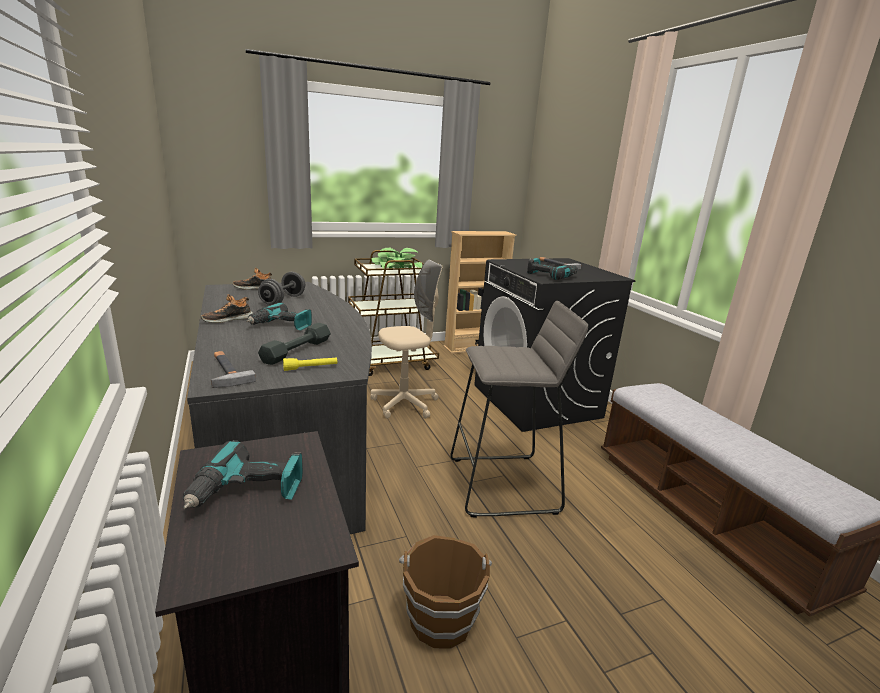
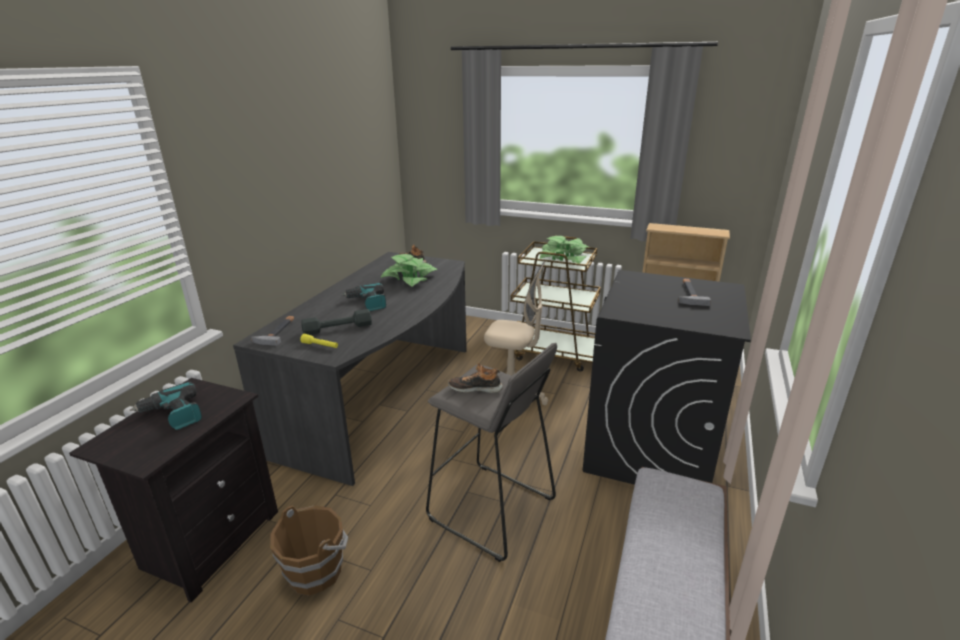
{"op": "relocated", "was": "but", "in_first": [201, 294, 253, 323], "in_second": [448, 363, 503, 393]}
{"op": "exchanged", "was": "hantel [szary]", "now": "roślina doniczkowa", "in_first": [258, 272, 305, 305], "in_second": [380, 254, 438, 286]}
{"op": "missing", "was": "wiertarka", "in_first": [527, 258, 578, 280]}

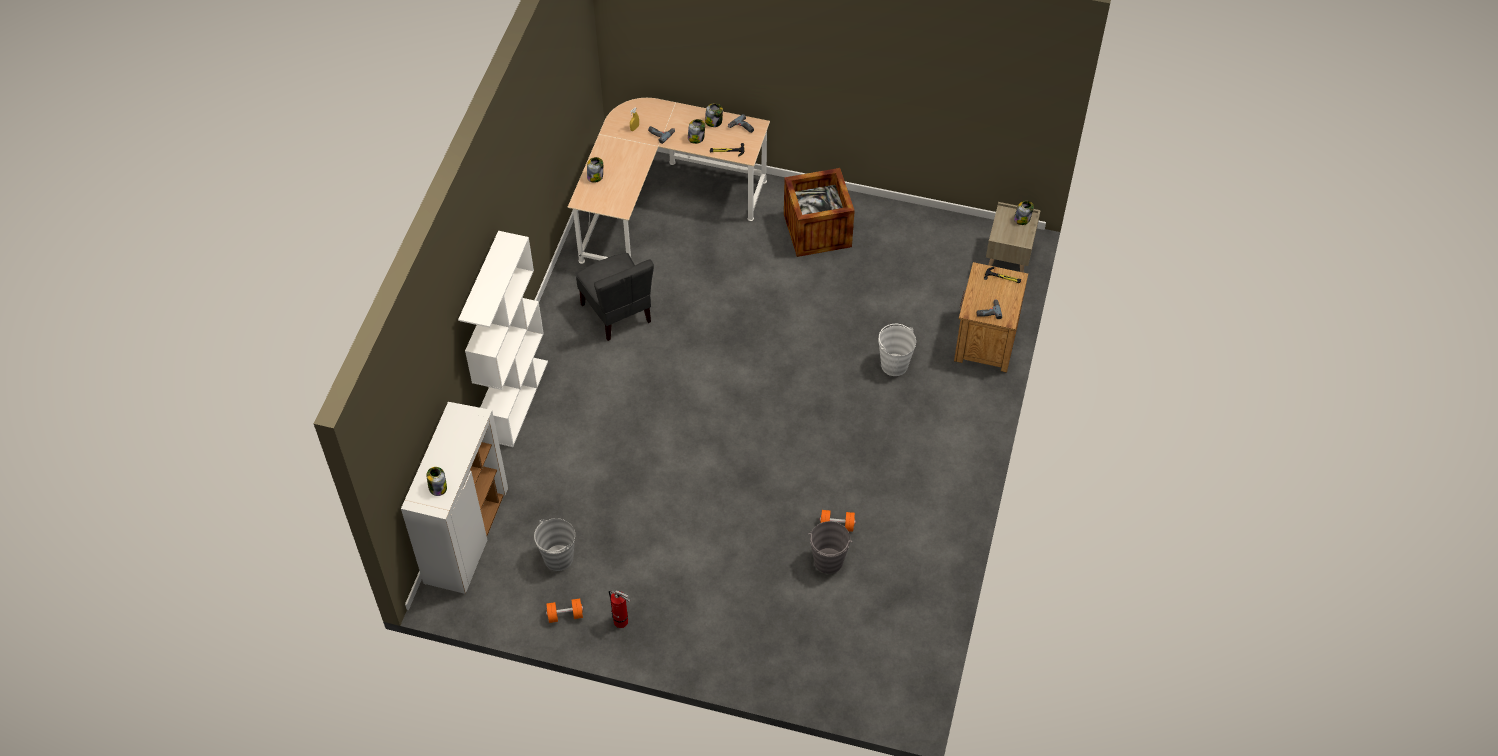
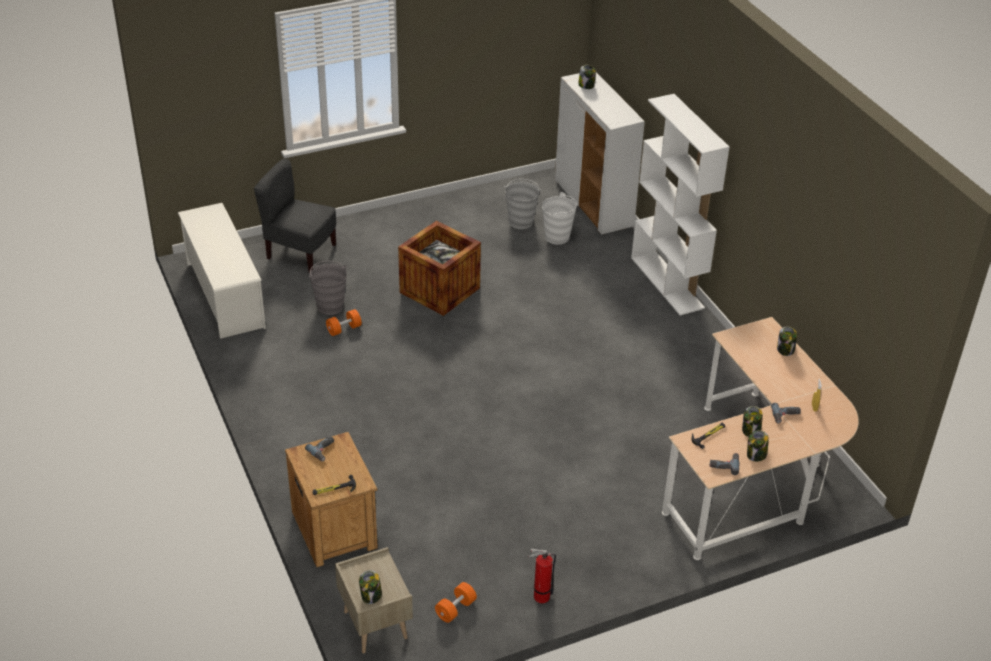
{"op": "relocated", "was": "hantel [pomarańczowy]", "in_first": [546, 598, 583, 623], "in_second": [435, 582, 477, 623]}
{"op": "relocated", "was": "krzesło [szary]", "in_first": [576, 253, 654, 341], "in_second": [254, 159, 336, 273]}
{"op": "relocated", "was": "gaśnica", "in_first": [609, 590, 630, 628], "in_second": [528, 549, 556, 603]}
{"op": "relocated", "was": "skrzynka", "in_first": [784, 168, 855, 257], "in_second": [398, 221, 481, 316]}
{"op": "relocated", "was": "wiadro [biały]", "in_first": [878, 324, 916, 376], "in_second": [542, 192, 577, 245]}
{"op": "appeared", "now": "regał na buty [biały]", "in_second": [178, 203, 266, 339]}

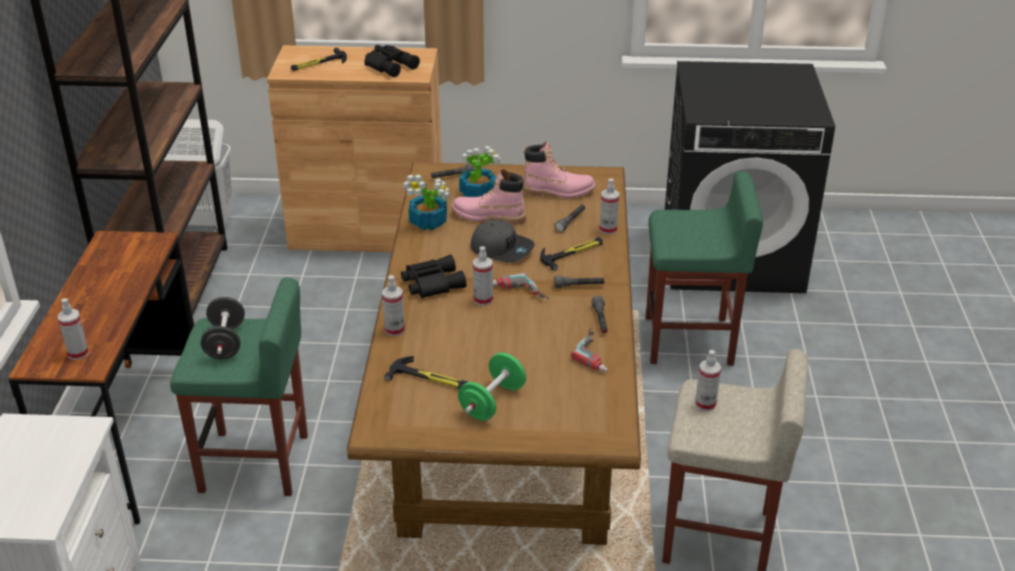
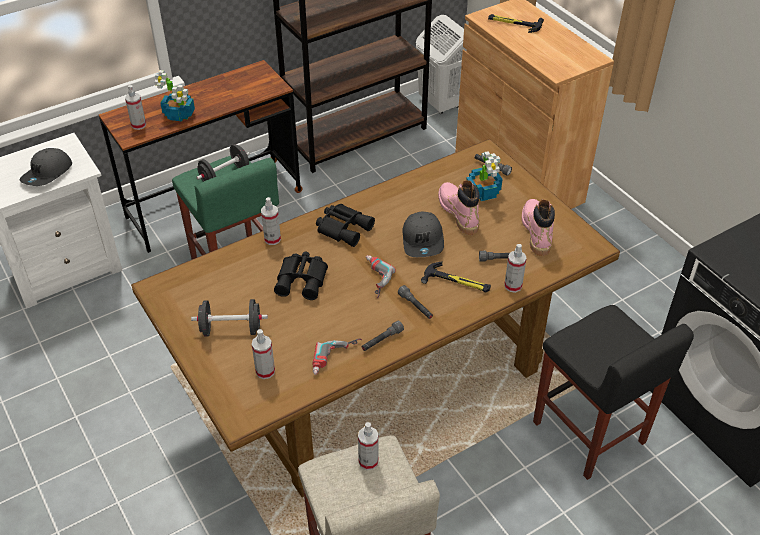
{"op": "relocated", "was": "lornetka [czarny]", "in_first": [364, 45, 420, 77], "in_second": [274, 251, 328, 300]}
{"op": "missing", "was": "młotek", "in_first": [384, 356, 468, 389]}
{"op": "relocated", "was": "roślina doniczkowa", "in_first": [403, 175, 450, 230], "in_second": [154, 70, 195, 121]}
{"op": "colour", "was": "hantel [zielony]", "now": "hantel [czarny]", "in_first": [458, 353, 526, 421], "in_second": [191, 299, 268, 336]}
{"op": "relocated", "was": "spryskiwacz", "in_first": [473, 246, 493, 306], "in_second": [252, 329, 275, 379]}
{"op": "spun", "was": "but z cholewką [różowy]", "in_first": [523, 141, 596, 199], "in_second": [522, 199, 555, 256], "clockwise": -150}
{"op": "colour", "was": "stołek [zielony]", "now": "stołek [czarny]", "in_first": [646, 171, 763, 366], "in_second": [533, 305, 694, 480]}
{"op": "appeared", "now": "czapka z daszkiem [szary]", "in_second": [20, 148, 72, 186]}

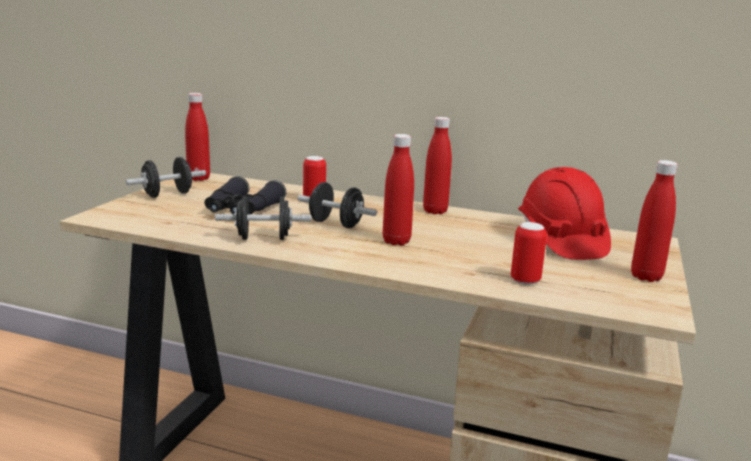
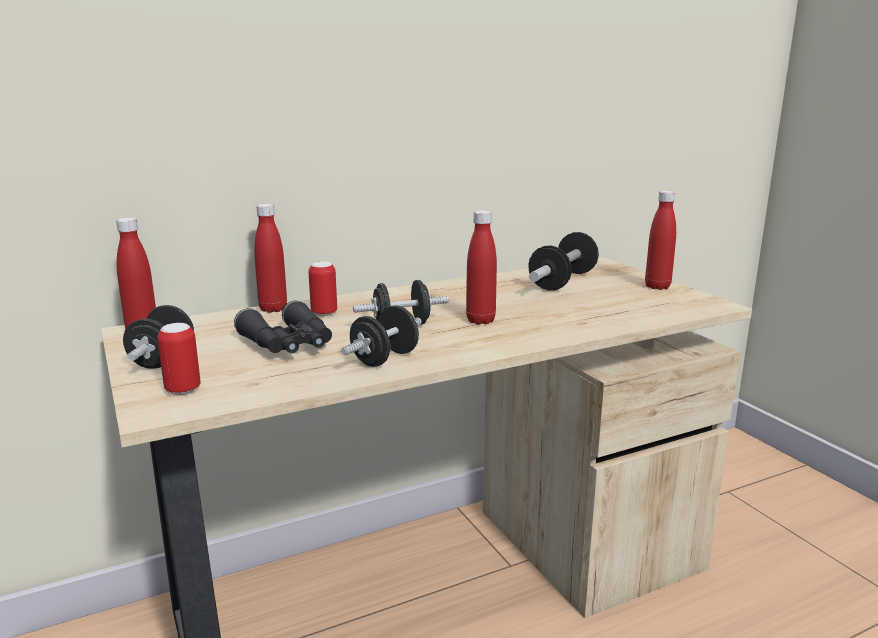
{"op": "relocated", "was": "butelka [czerwony]", "in_first": [423, 117, 452, 214], "in_second": [254, 204, 287, 313]}
{"op": "relocated", "was": "puszka", "in_first": [511, 222, 547, 285], "in_second": [157, 323, 201, 395]}
{"op": "exchanged", "was": "kask [czerwony]", "now": "hantel", "in_first": [518, 167, 611, 260], "in_second": [528, 232, 599, 291]}

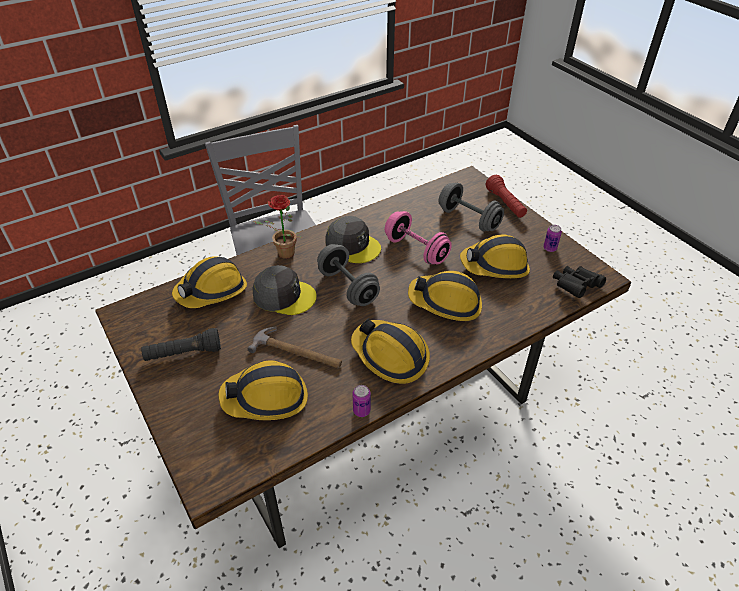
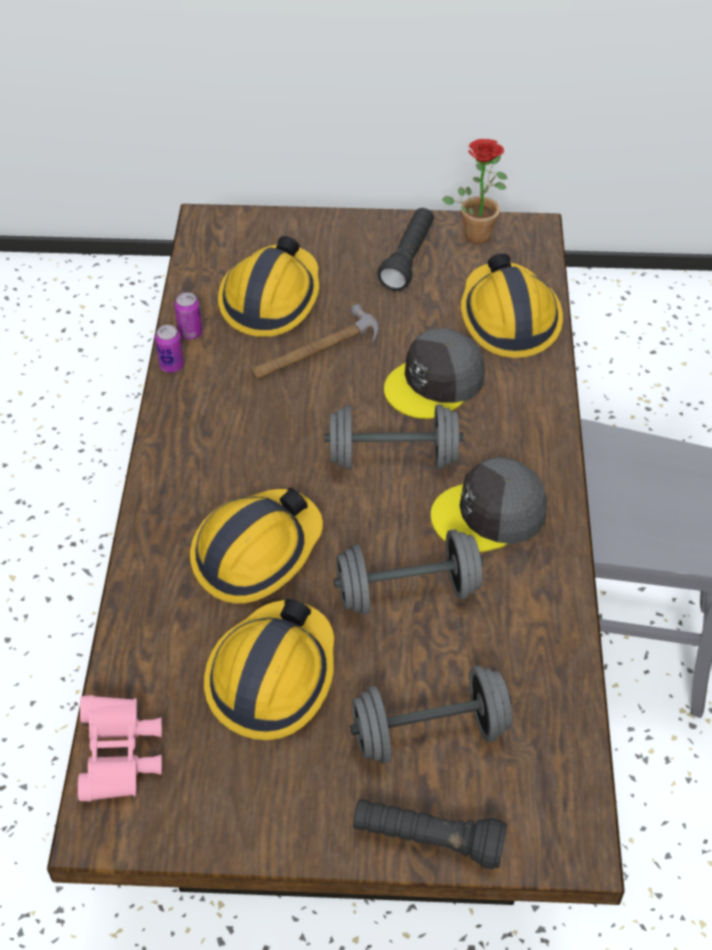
{"op": "relocated", "was": "roślina doniczkowa", "in_first": [253, 195, 303, 259], "in_second": [442, 139, 508, 244]}
{"op": "missing", "was": "kask", "in_first": [351, 318, 430, 384]}
{"op": "colour", "was": "hantel [różowy]", "now": "hantel [szary]", "in_first": [385, 211, 452, 264], "in_second": [334, 529, 483, 615]}
{"op": "colour", "was": "latarka [czerwony]", "now": "latarka [czarny]", "in_first": [486, 175, 527, 218], "in_second": [353, 799, 507, 869]}
{"op": "relocated", "was": "puszka", "in_first": [543, 225, 562, 252], "in_second": [174, 292, 202, 340]}
{"op": "colour", "was": "lornetka [czarny]", "now": "lornetka [różowy]", "in_first": [553, 266, 606, 298], "in_second": [78, 695, 162, 801]}

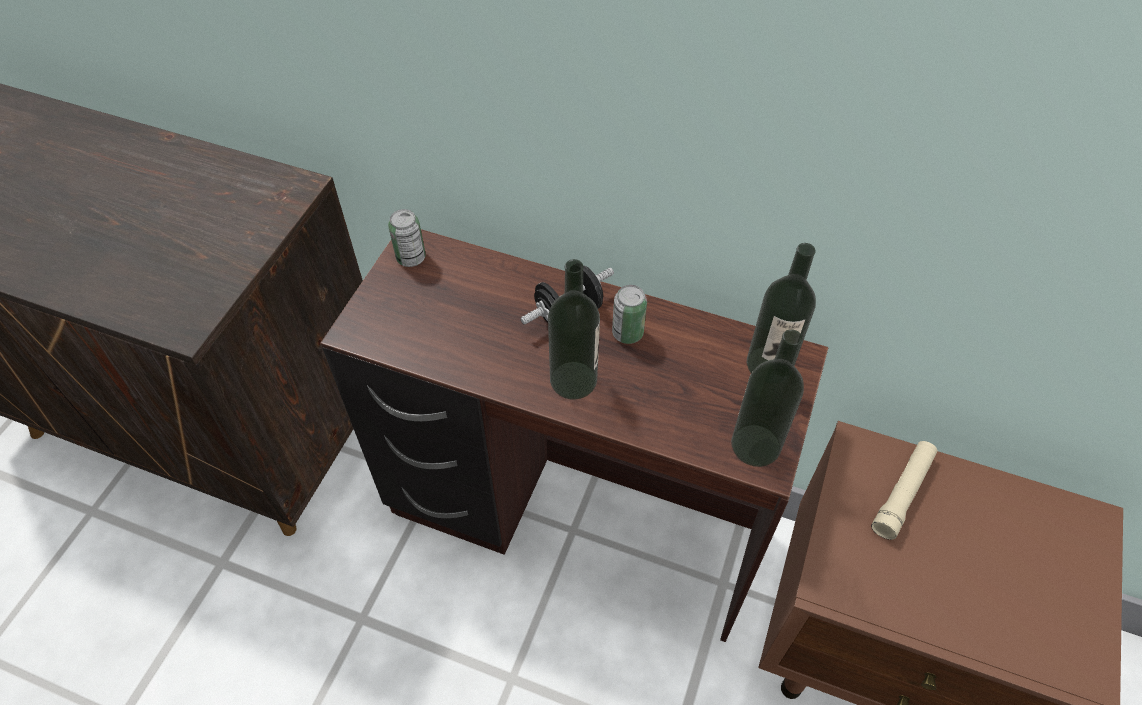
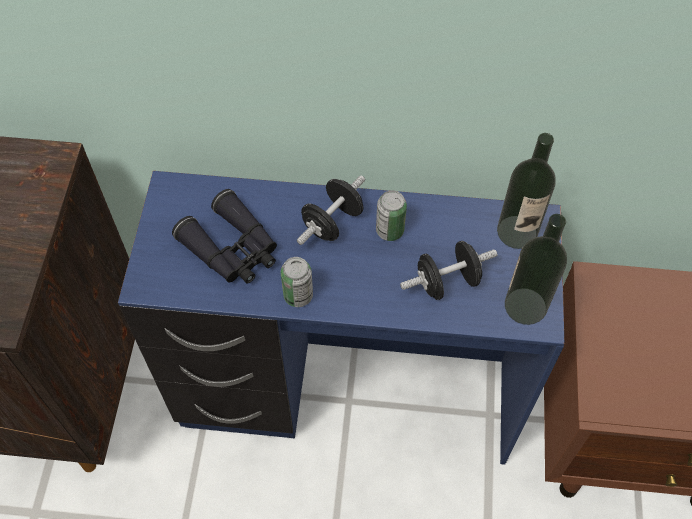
{"op": "colour", "was": "biurko [brązowy]", "now": "biurko [niebieski]", "in_first": [321, 229, 828, 642], "in_second": [118, 171, 565, 465]}
{"op": "relocated", "was": "puszka", "in_first": [388, 209, 426, 267], "in_second": [281, 257, 313, 307]}
{"op": "missing", "was": "butelka", "in_first": [548, 259, 600, 399]}
{"op": "missing", "was": "latarka [beżowy]", "in_first": [871, 441, 937, 540]}
{"op": "appeared", "now": "lornetka [czarny]", "in_second": [172, 189, 277, 284]}
{"op": "appeared", "now": "hantel [czarny]", "in_second": [400, 241, 497, 300]}

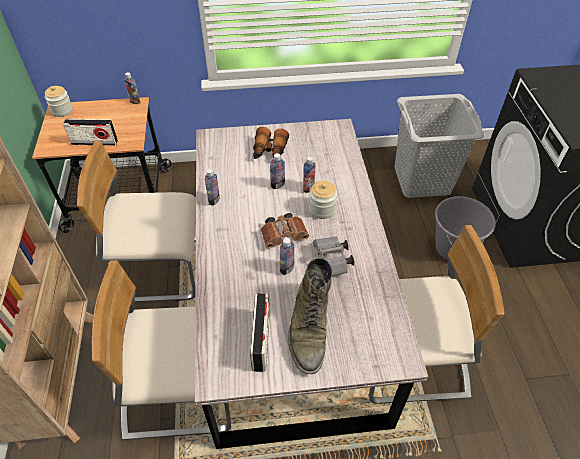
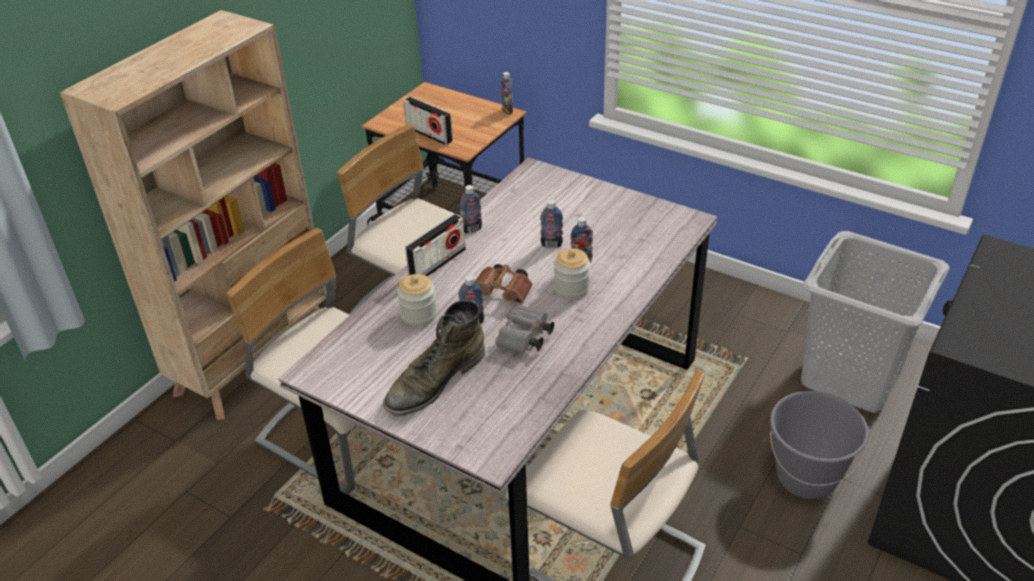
{"op": "relocated", "was": "słoik", "in_first": [45, 86, 73, 117], "in_second": [397, 274, 437, 326]}
{"op": "relocated", "was": "radio", "in_first": [250, 293, 270, 372], "in_second": [405, 214, 466, 277]}
{"op": "missing", "was": "lornetka", "in_first": [253, 127, 289, 159]}

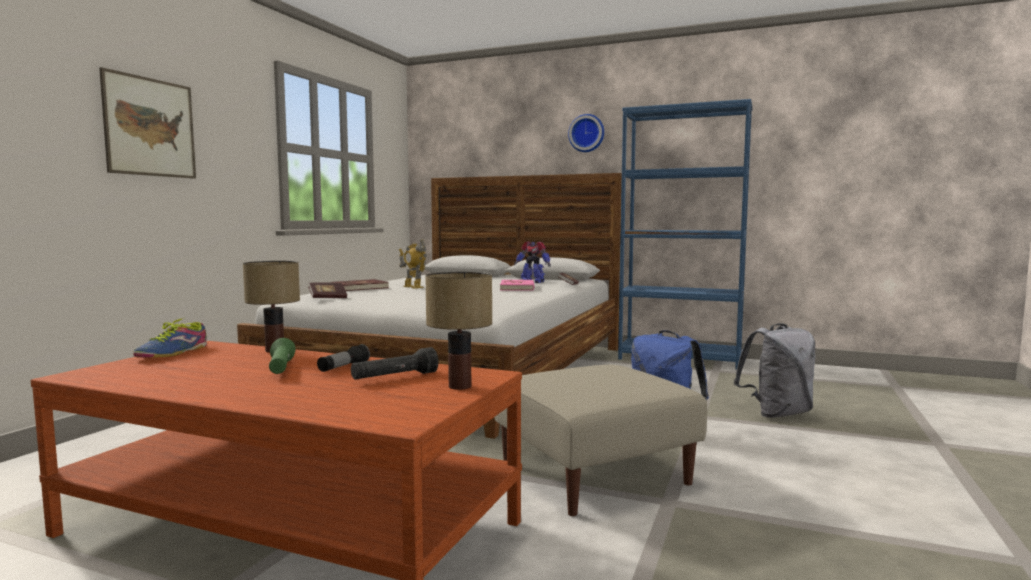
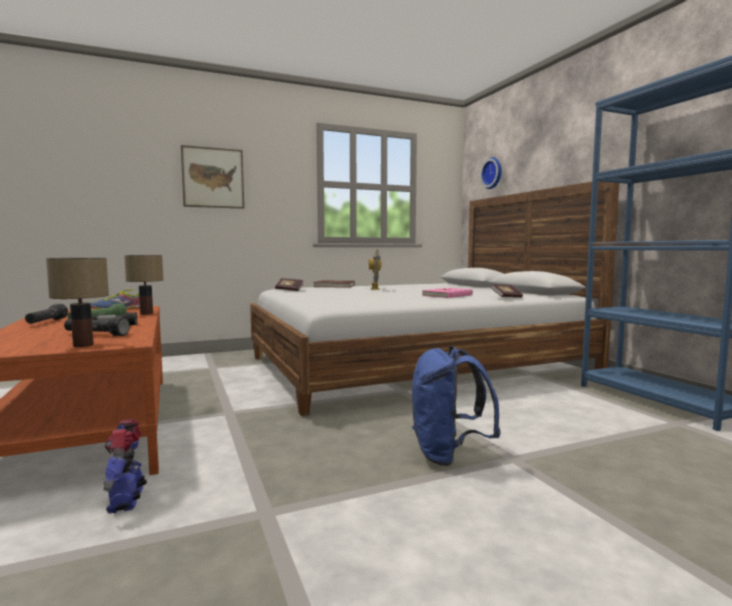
{"op": "missing", "was": "pufa [beżowy]", "in_first": [495, 365, 707, 516]}
{"op": "relocated", "was": "robot zabawkowy", "in_first": [514, 242, 551, 283], "in_second": [103, 419, 147, 513]}
{"op": "relocated", "was": "zegar ścienny", "in_first": [568, 114, 604, 152], "in_second": [480, 157, 502, 189]}
{"op": "missing", "was": "plecak [szary]", "in_first": [734, 323, 816, 418]}
{"op": "appeared", "now": "latarka [czarny]", "in_second": [25, 304, 68, 324]}

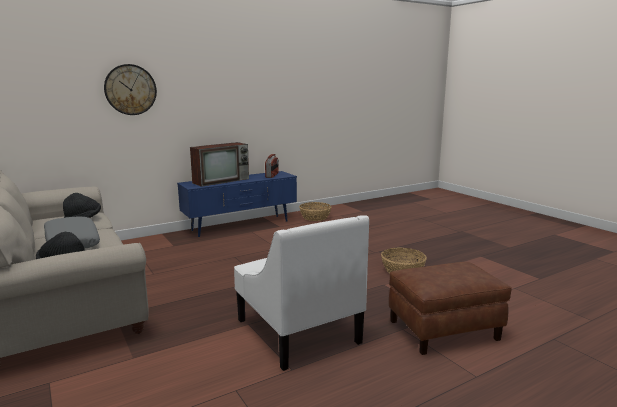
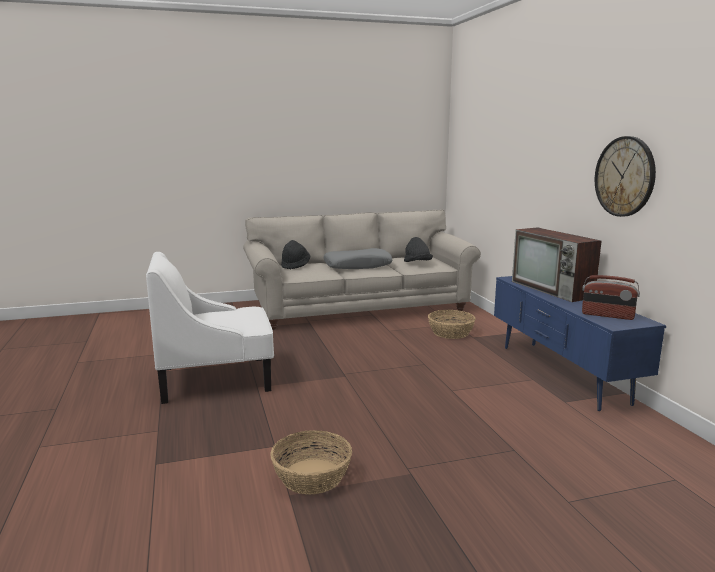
{"op": "relocated", "was": "zegar ścienny", "in_first": [104, 64, 157, 115], "in_second": [595, 136, 656, 217]}
{"op": "relocated", "was": "koszyk", "in_first": [299, 202, 331, 221], "in_second": [428, 310, 476, 339]}
{"op": "missing", "was": "pufa [brązowy]", "in_first": [389, 262, 512, 355]}

